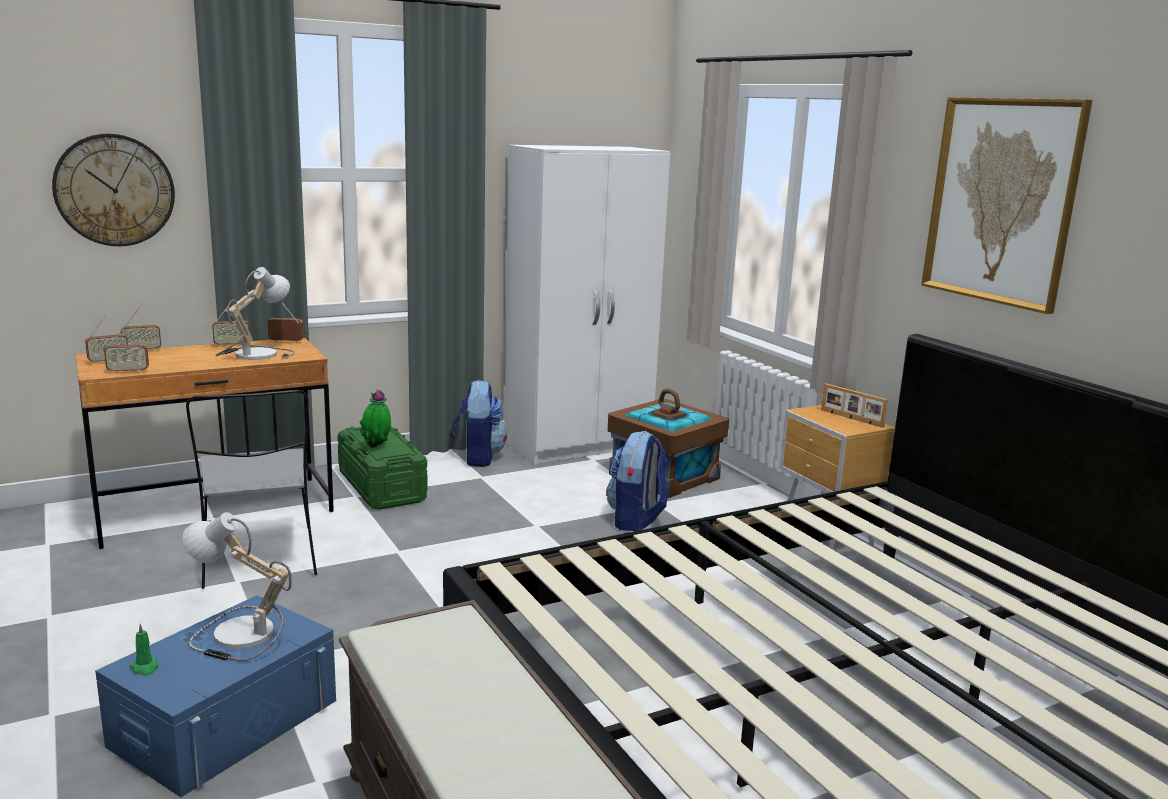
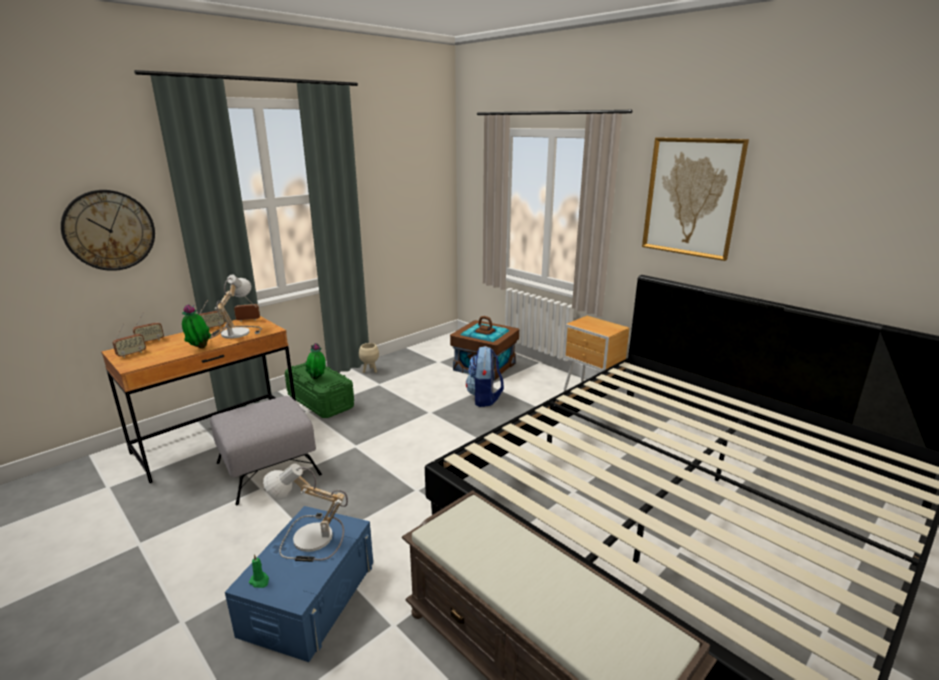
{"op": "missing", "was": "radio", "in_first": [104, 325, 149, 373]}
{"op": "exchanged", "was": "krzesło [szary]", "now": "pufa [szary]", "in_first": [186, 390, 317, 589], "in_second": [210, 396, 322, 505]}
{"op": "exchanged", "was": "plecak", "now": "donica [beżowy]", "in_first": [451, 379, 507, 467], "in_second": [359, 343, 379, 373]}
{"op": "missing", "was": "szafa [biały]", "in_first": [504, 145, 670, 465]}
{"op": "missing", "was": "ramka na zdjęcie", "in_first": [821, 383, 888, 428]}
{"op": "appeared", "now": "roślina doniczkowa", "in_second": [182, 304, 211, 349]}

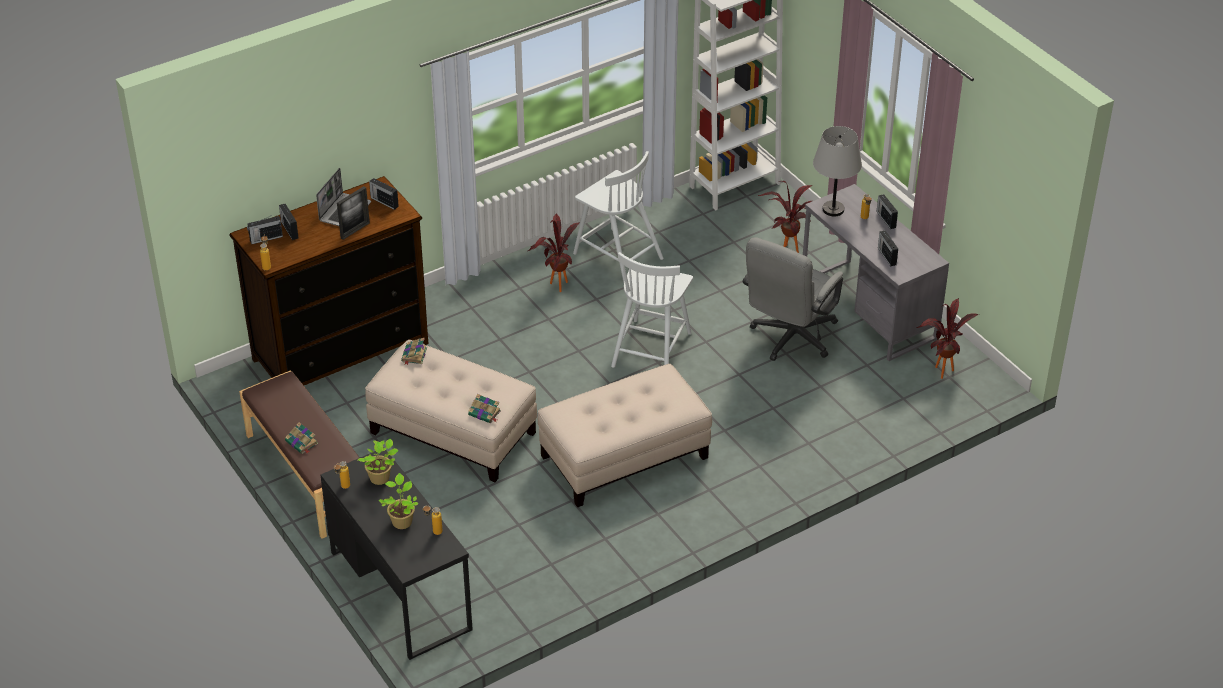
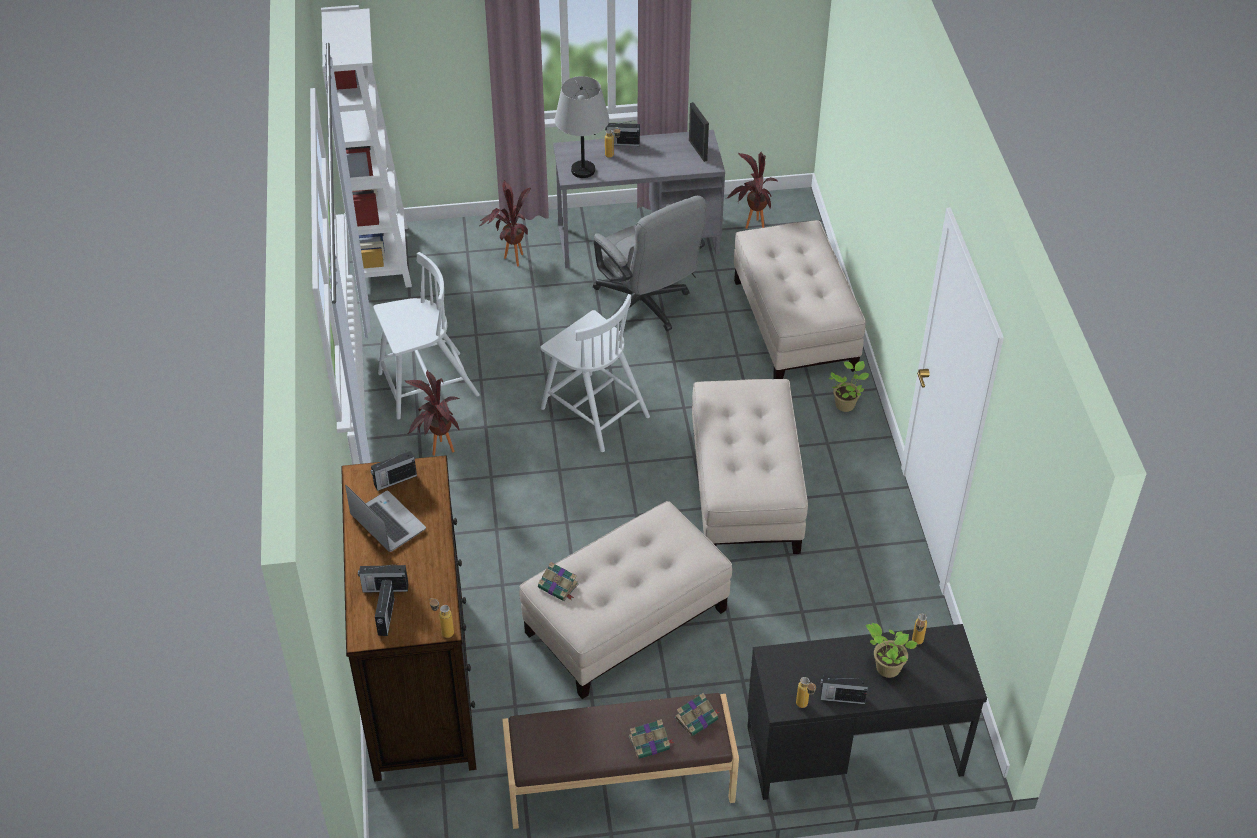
{"op": "relocated", "was": "ramka na zdjęcie", "in_first": [337, 186, 370, 240], "in_second": [689, 102, 709, 162]}
{"op": "relocated", "was": "roślina doniczkowa", "in_first": [358, 439, 398, 485], "in_second": [829, 361, 869, 412]}
{"op": "relocated", "was": "książka", "in_first": [468, 394, 501, 423], "in_second": [674, 693, 720, 736]}
{"op": "relocated", "was": "radio", "in_first": [878, 230, 898, 266], "in_second": [820, 675, 868, 704]}
{"op": "appeared", "now": "pufa [beżowy]", "in_second": [734, 220, 866, 379]}

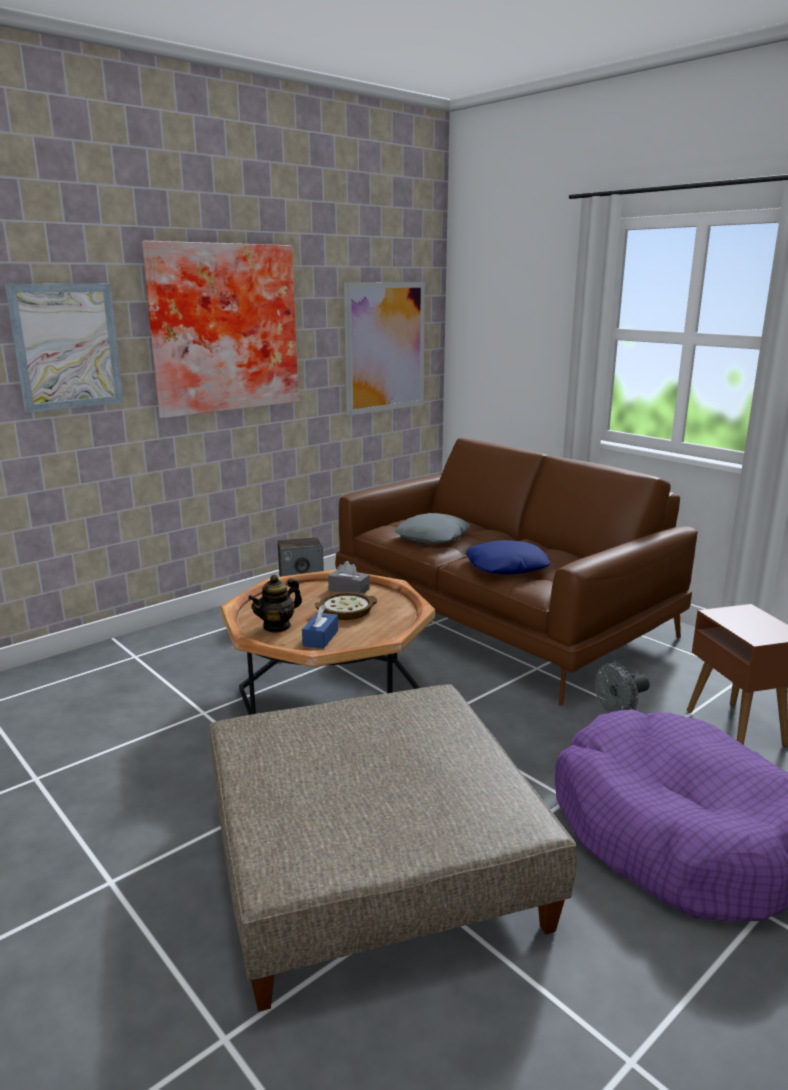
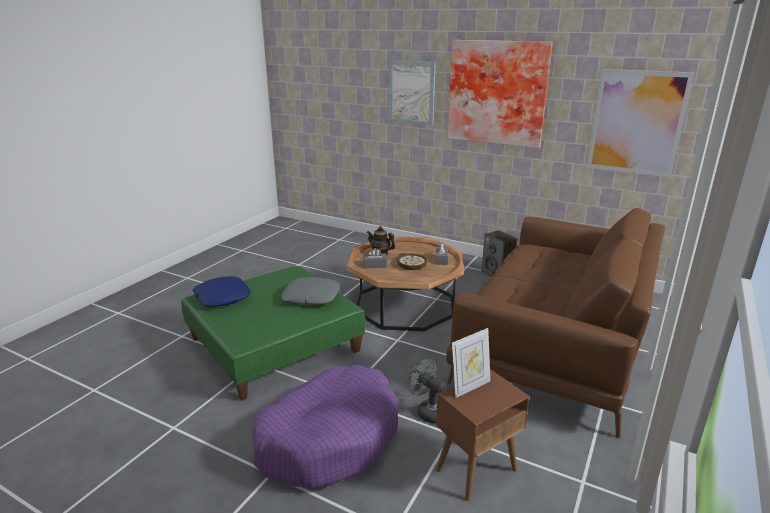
{"op": "colour", "was": "pufa [beżowy]", "now": "pufa [zielony]", "in_first": [210, 684, 577, 1012], "in_second": [181, 266, 366, 401]}
{"op": "colour", "was": "pudełko chusteczek [niebieski]", "now": "pudełko chusteczek [szary]", "in_first": [302, 605, 338, 649], "in_second": [363, 248, 387, 268]}
{"op": "relocated", "was": "poduszka [szary]", "in_first": [395, 513, 470, 544], "in_second": [281, 277, 340, 305]}
{"op": "relocated", "was": "poduszka [niebieski]", "in_first": [465, 540, 551, 574], "in_second": [193, 276, 251, 307]}
{"op": "appeared", "now": "ramka na zdjęcie", "in_second": [452, 328, 490, 398]}

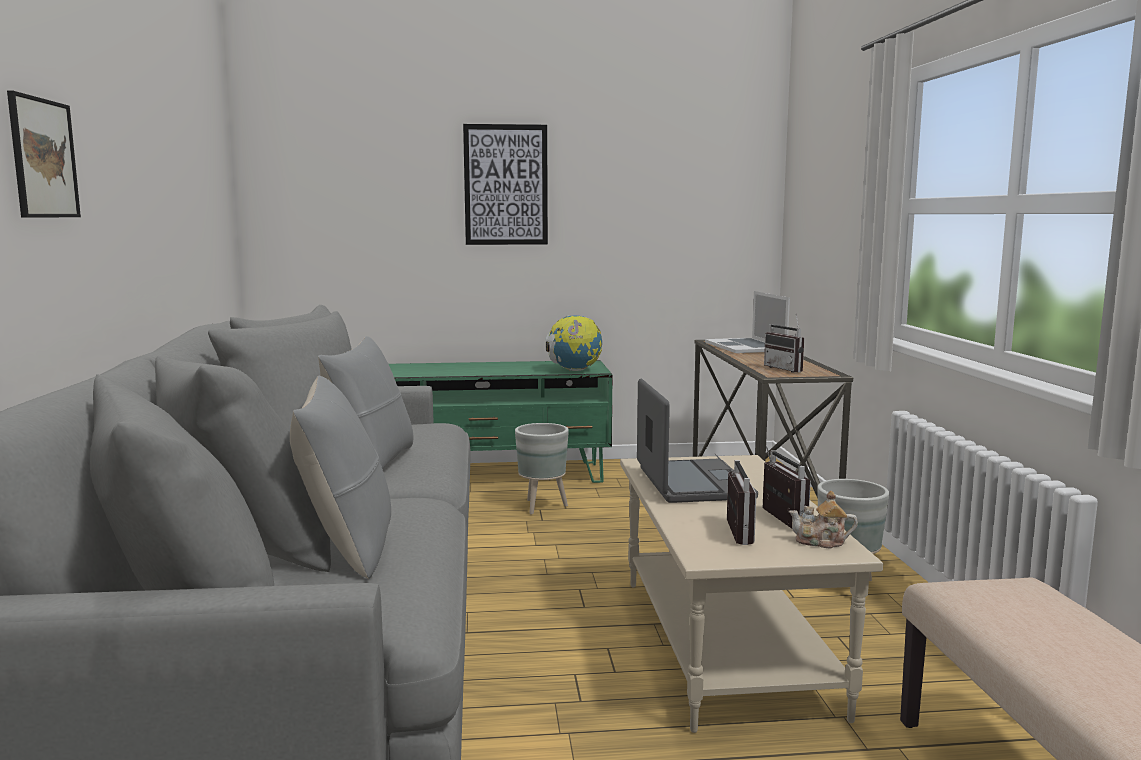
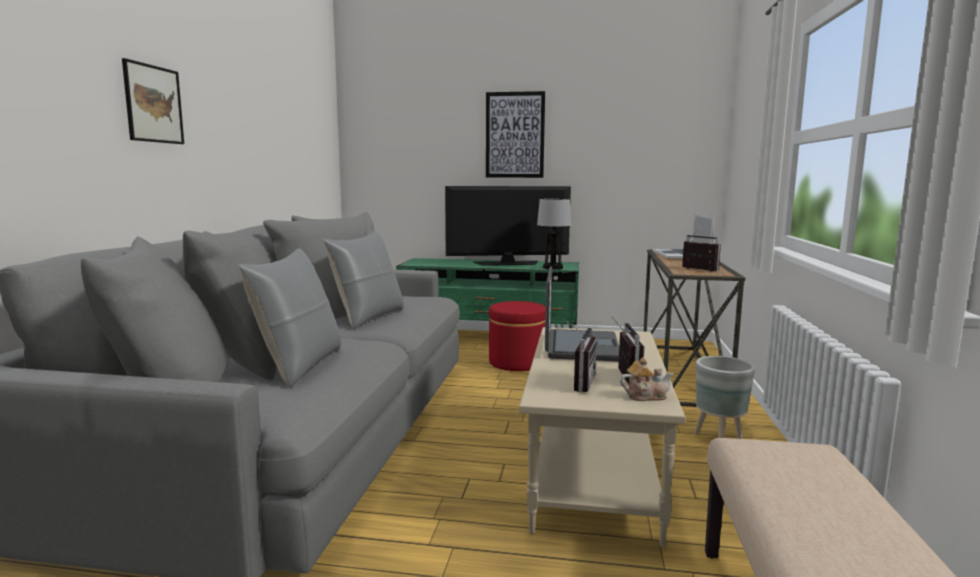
{"op": "exchanged", "was": "donica [szary]", "now": "pufa [czerwony]", "in_first": [515, 423, 569, 515], "in_second": [489, 301, 546, 371]}
{"op": "exchanged", "was": "globus", "now": "lampa stołowa", "in_first": [546, 315, 602, 371], "in_second": [537, 199, 571, 270]}
{"op": "spun", "was": "radio", "in_first": [764, 315, 804, 373], "in_second": [682, 228, 721, 272], "clockwise": 150}
{"op": "spun", "was": "imbryk", "in_first": [789, 491, 858, 548], "in_second": [620, 357, 674, 401], "clockwise": 150}
{"op": "appeared", "now": "telewizor", "in_second": [445, 186, 571, 266]}

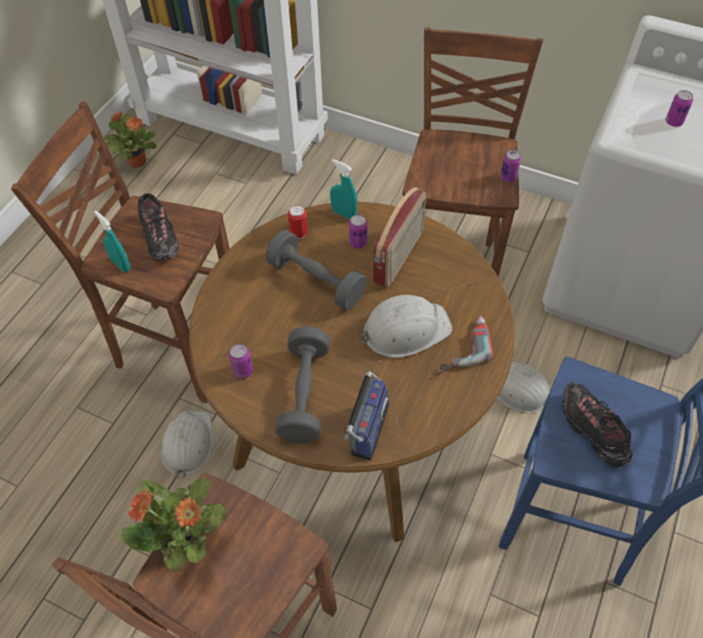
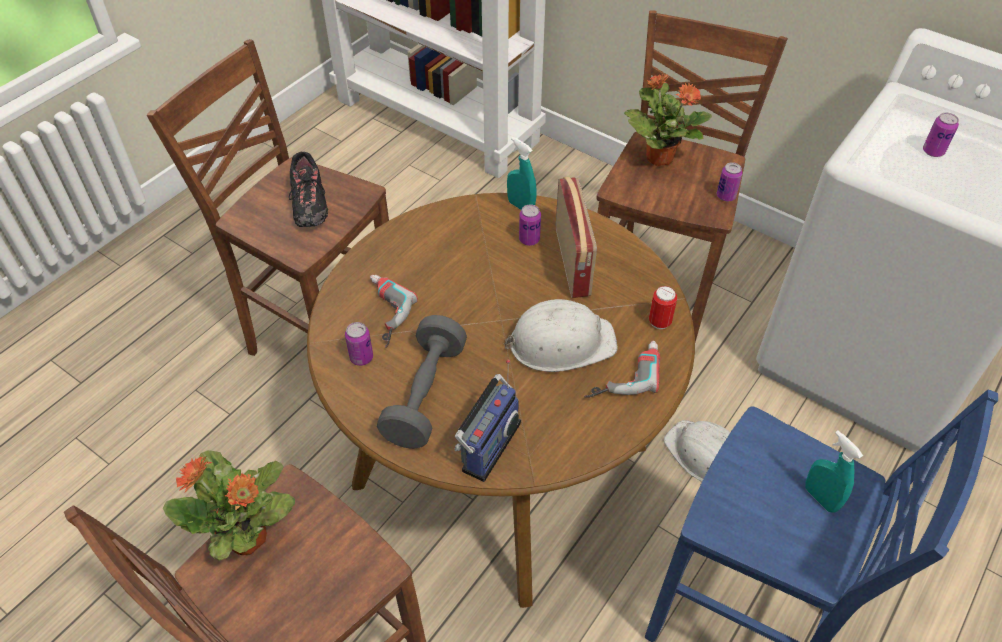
{"op": "relocated", "was": "spryskiwacz [turkusowy]", "in_first": [94, 211, 131, 272], "in_second": [806, 430, 863, 513]}
{"op": "relocated", "was": "roślina doniczkowa", "in_first": [104, 111, 157, 168], "in_second": [624, 74, 712, 166]}
{"op": "missing", "was": "kask [biały]", "in_first": [161, 410, 213, 479]}
{"op": "missing", "was": "hantel [szary]", "in_first": [266, 230, 367, 310]}
{"op": "relocated", "was": "puszka", "in_first": [288, 205, 308, 239], "in_second": [649, 286, 677, 329]}
{"op": "spun", "was": "radio", "in_first": [373, 187, 426, 287], "in_second": [556, 177, 597, 298], "clockwise": -45}
{"op": "missing", "was": "but [czarny]", "in_first": [562, 382, 632, 467]}
{"op": "appeared", "now": "wiertarka", "in_second": [370, 275, 418, 348]}

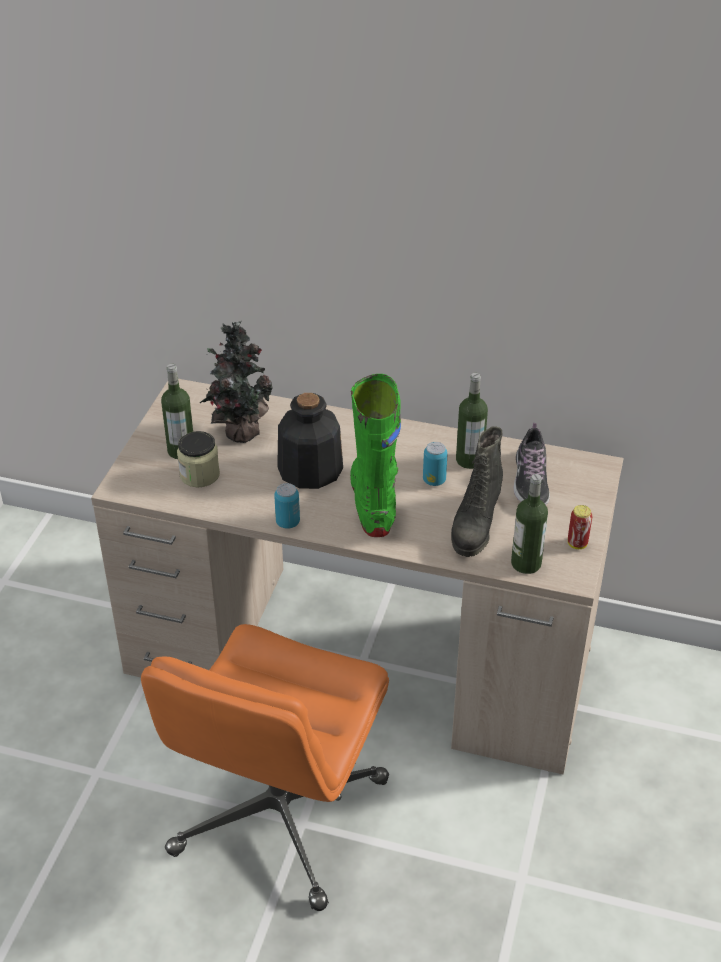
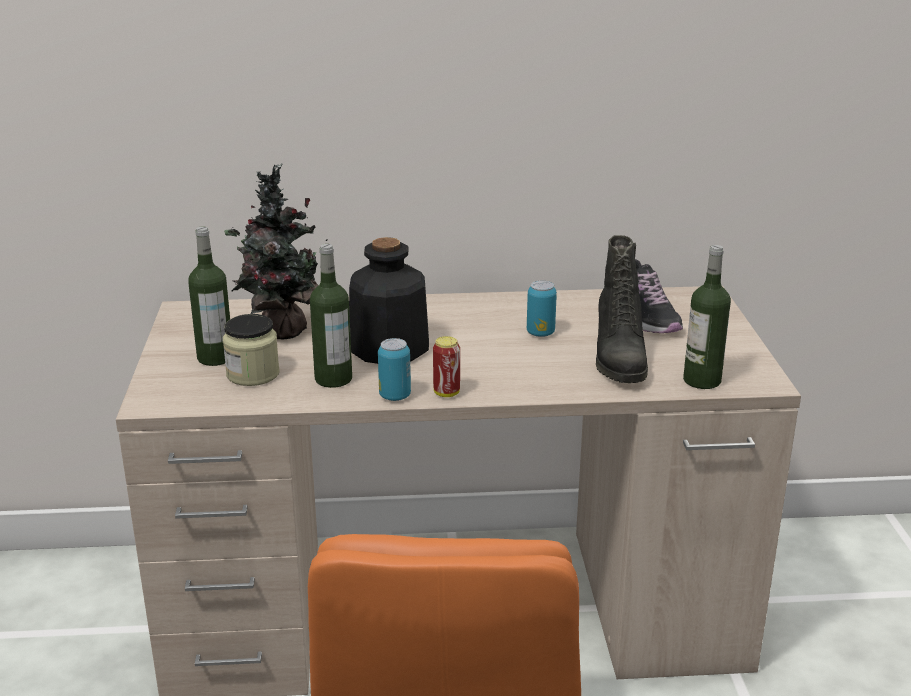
{"op": "missing", "was": "but z cholewką [zielony]", "in_first": [350, 374, 401, 537]}
{"op": "relocated", "was": "butelka", "in_first": [456, 373, 488, 469], "in_second": [310, 244, 352, 388]}
{"op": "relocated", "was": "puszka", "in_first": [568, 505, 592, 549], "in_second": [433, 336, 460, 397]}

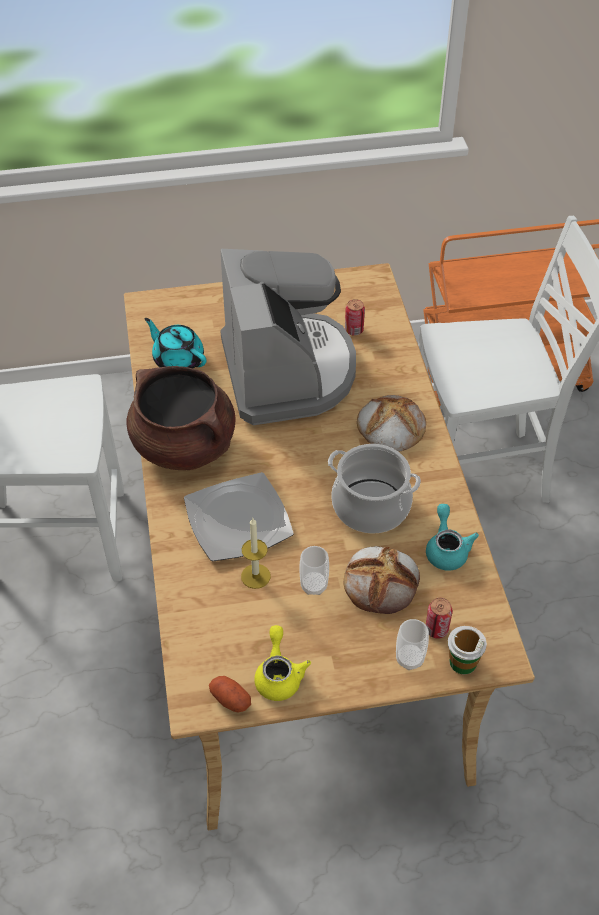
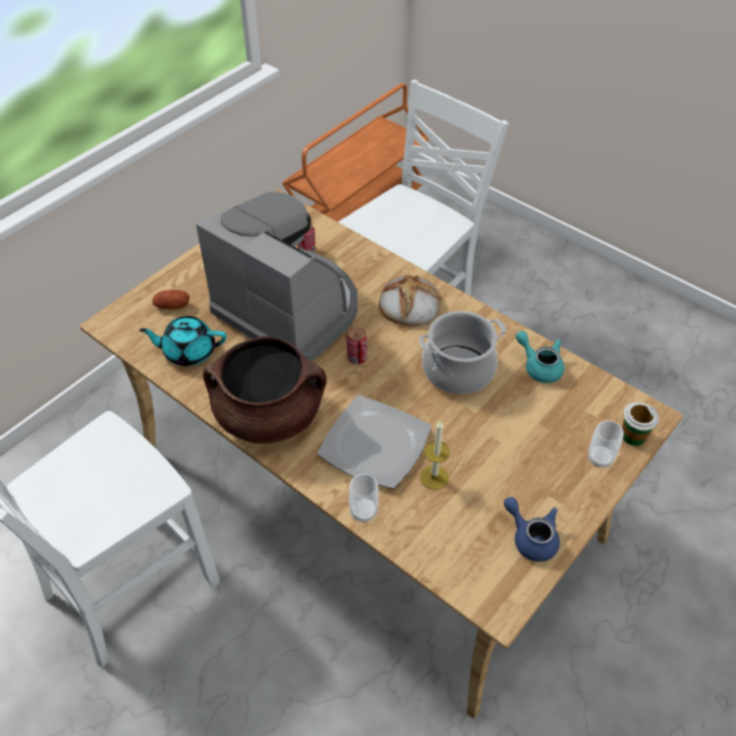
{"op": "relocated", "was": "ziemniak", "in_first": [209, 676, 251, 713], "in_second": [152, 290, 190, 310]}
{"op": "colour", "was": "imbryk [żółty]", "now": "imbryk [niebieski]", "in_first": [254, 625, 311, 701], "in_second": [504, 497, 560, 562]}
{"op": "relocated", "was": "filiżanka", "in_first": [299, 546, 329, 595], "in_second": [349, 474, 379, 523]}
{"op": "missing", "was": "chleb", "in_first": [343, 546, 420, 614]}
{"op": "relocated", "was": "puszka", "in_first": [426, 598, 453, 639], "in_second": [347, 327, 367, 364]}

